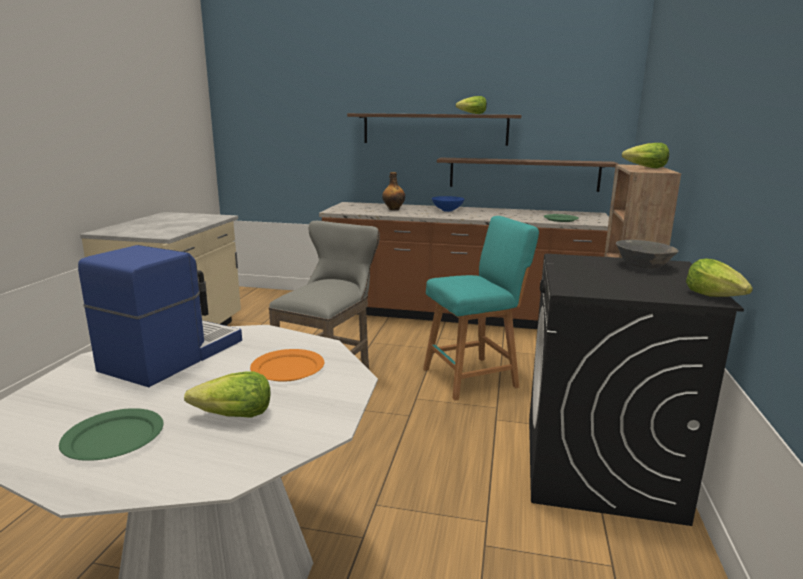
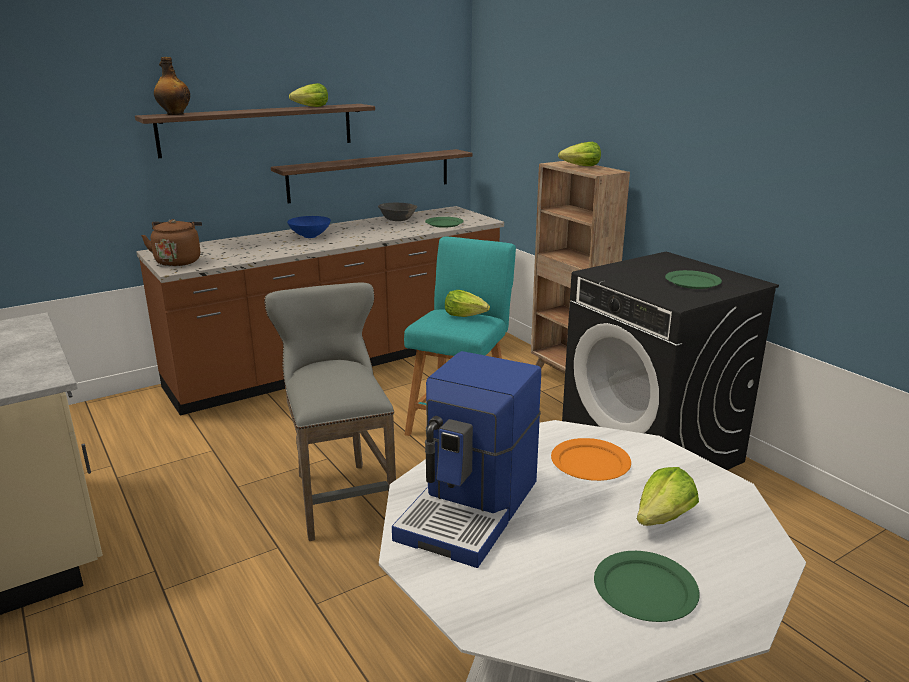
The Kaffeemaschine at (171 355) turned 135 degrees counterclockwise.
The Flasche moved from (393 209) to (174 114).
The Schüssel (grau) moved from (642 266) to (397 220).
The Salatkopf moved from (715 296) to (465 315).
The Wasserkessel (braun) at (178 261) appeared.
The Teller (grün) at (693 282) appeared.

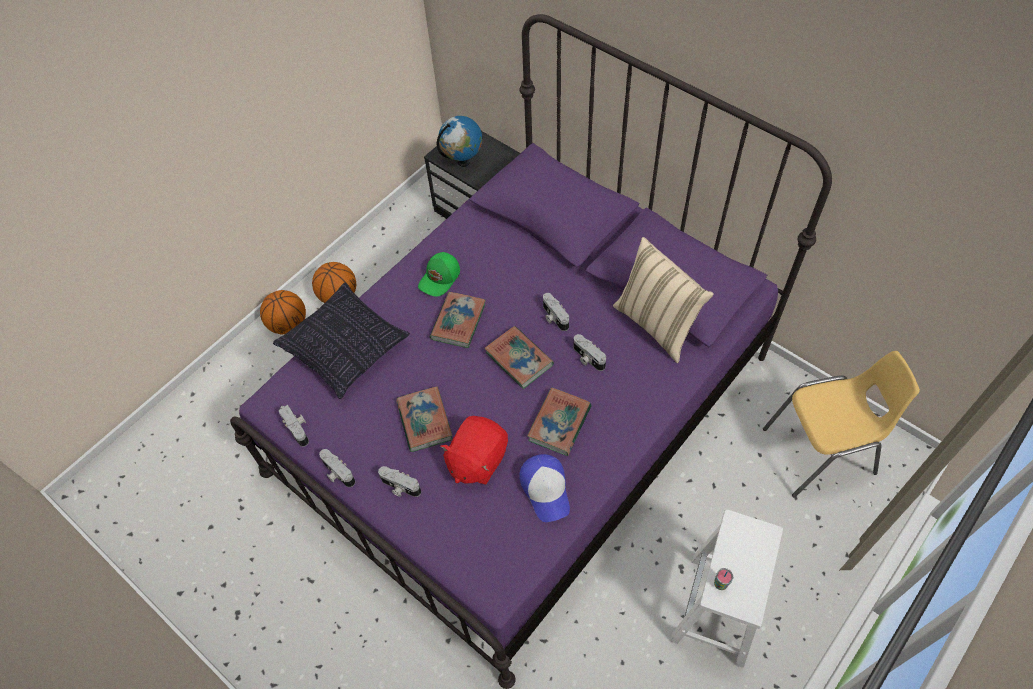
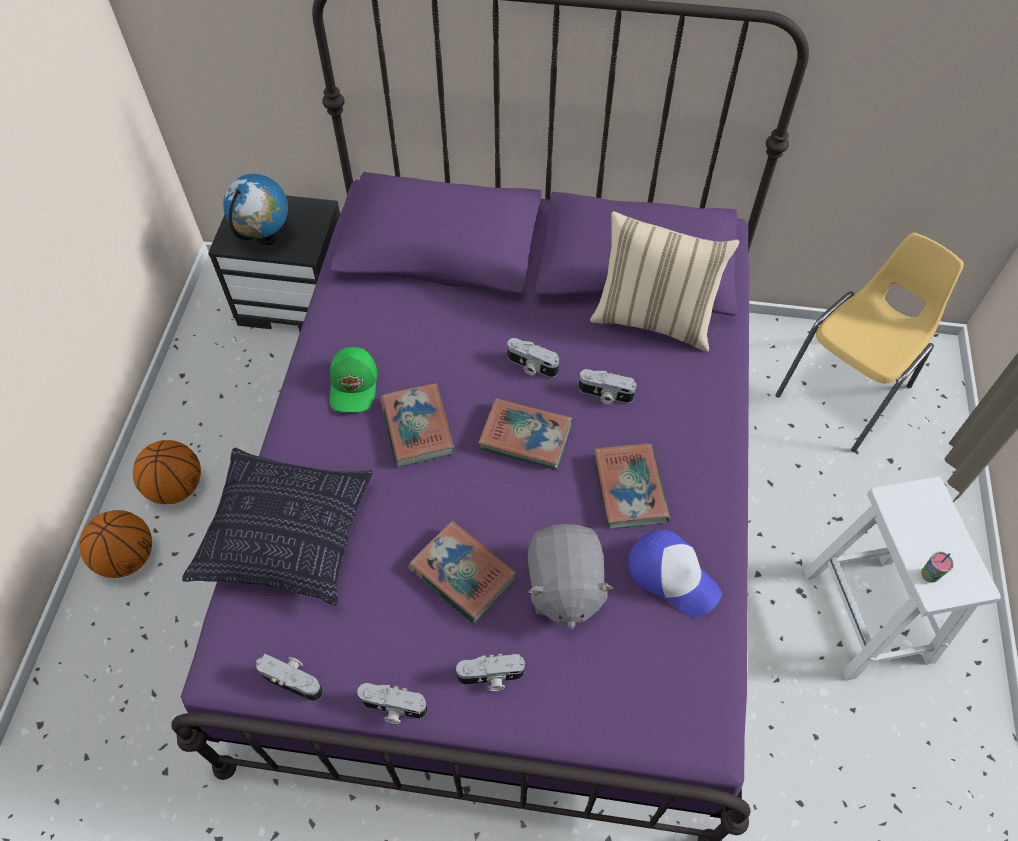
The Plüschtier (rot) at (477 460) became the Plüschtier (grau) at (564 586).

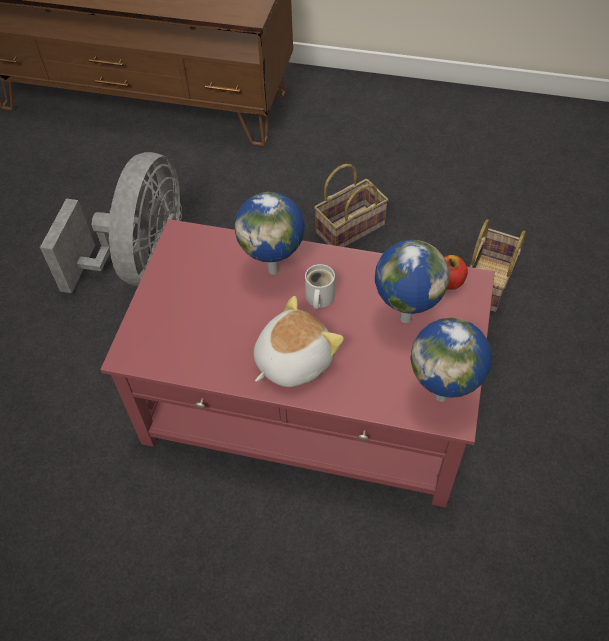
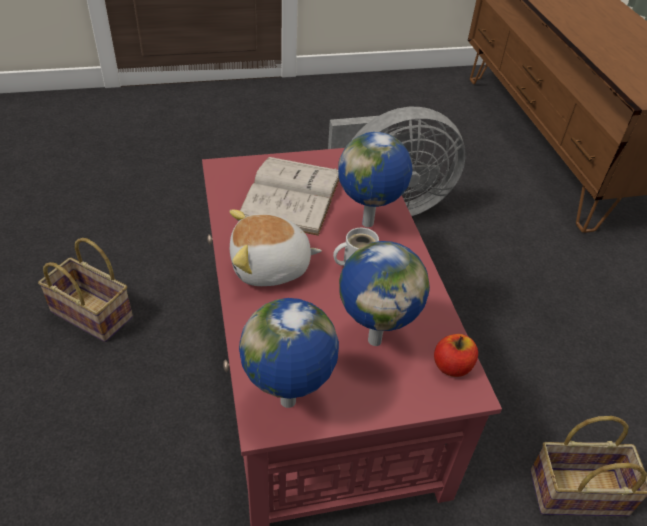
The Plüschtier at (292 360) turned 150 degrees clockwise.
The Korb moved from (351 227) to (94 314).
The Buch (weiß) at (292 194) appeared.

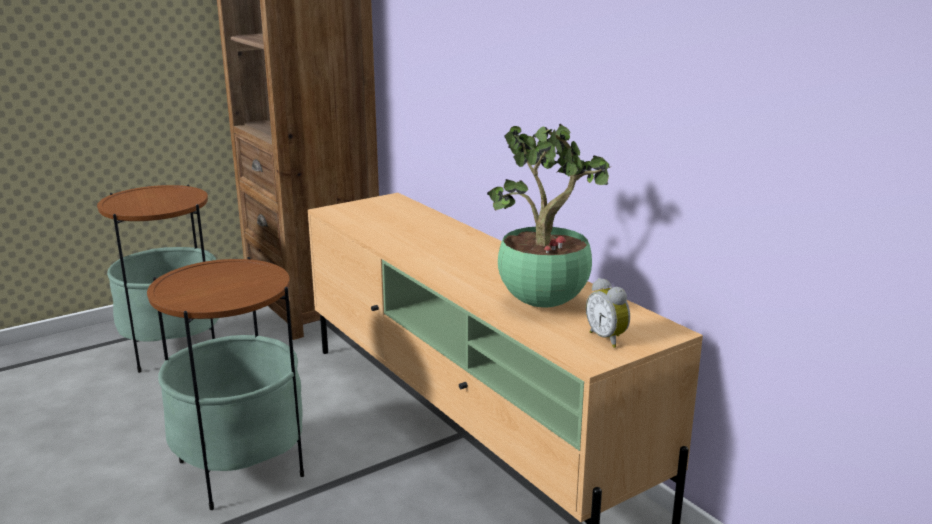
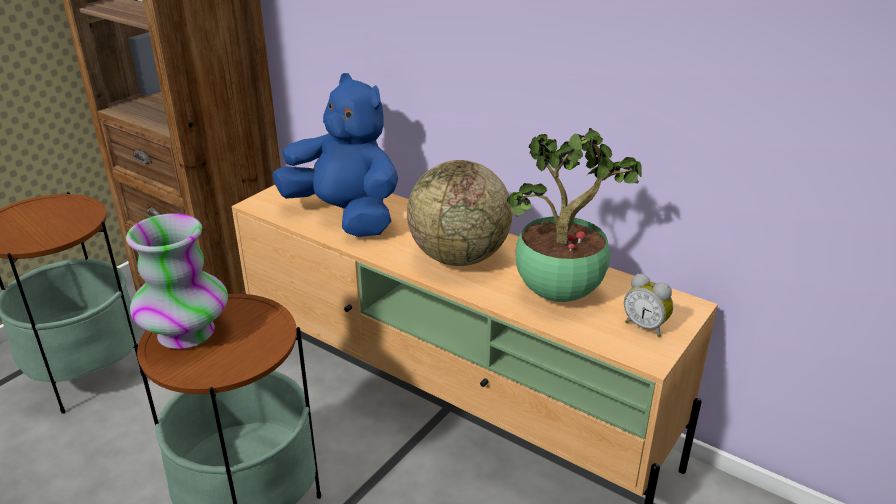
The Vase at (186 332) appeared.
The Plüschtier (blau) at (345 216) appeared.
The Globus at (459 257) appeared.

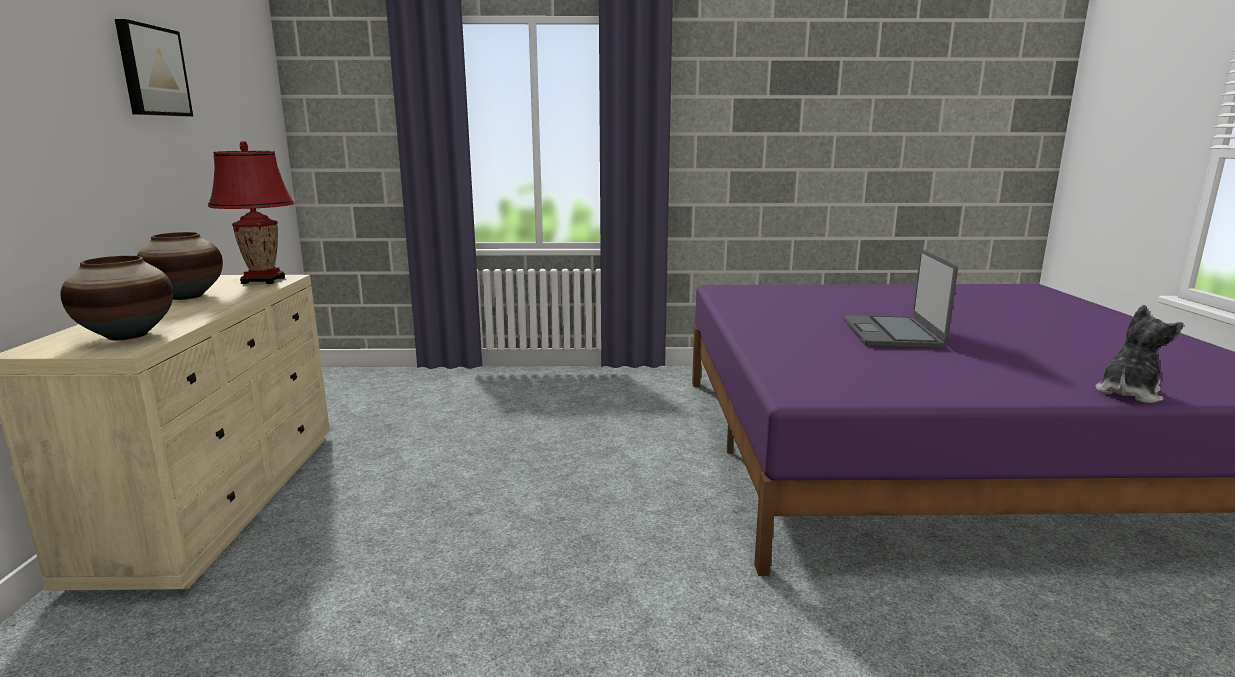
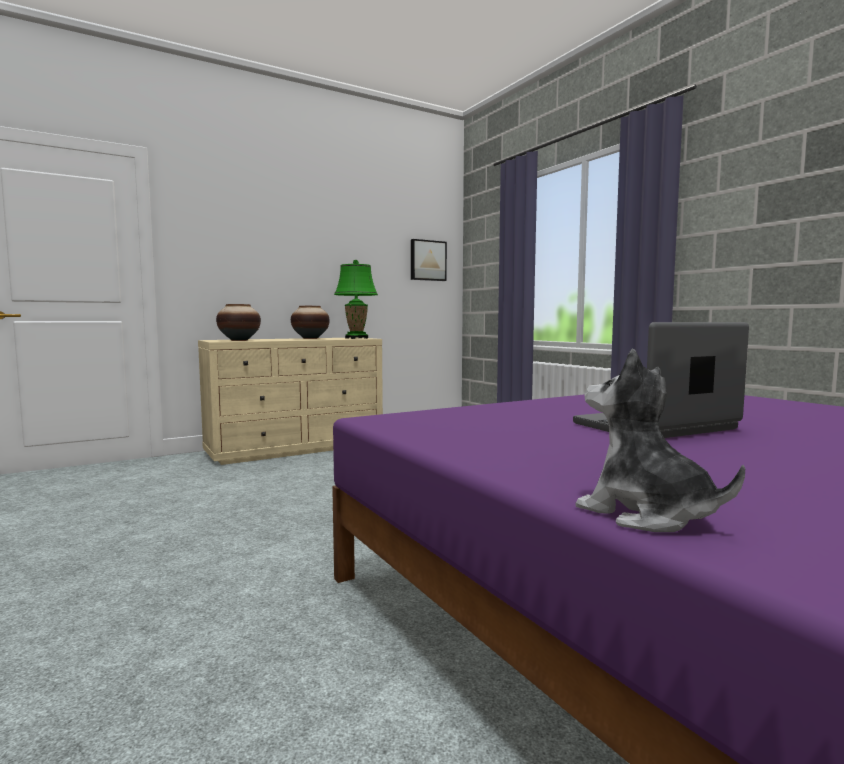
The Bild moved from (151 71) to (427 260).
The Tischlampe (rot) at (263 280) became the Tischlampe (grün) at (356 338).
The Plüschtier at (1128 393) turned 150 degrees counterclockwise.

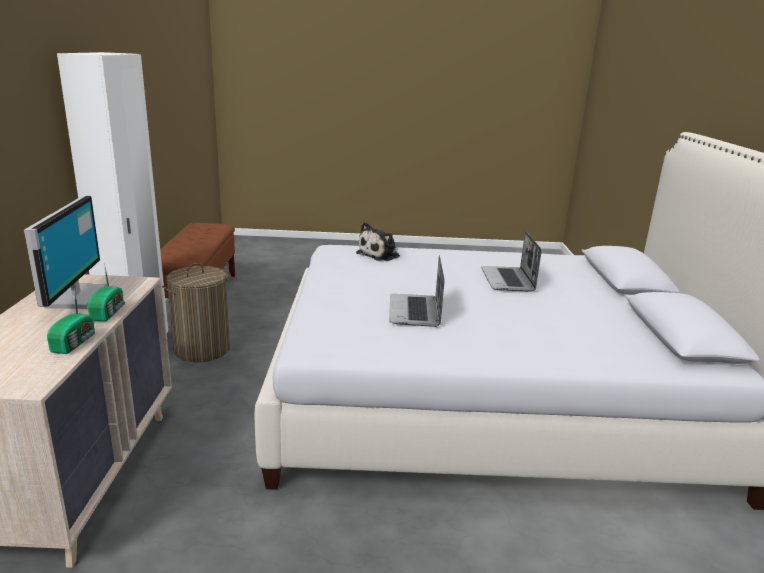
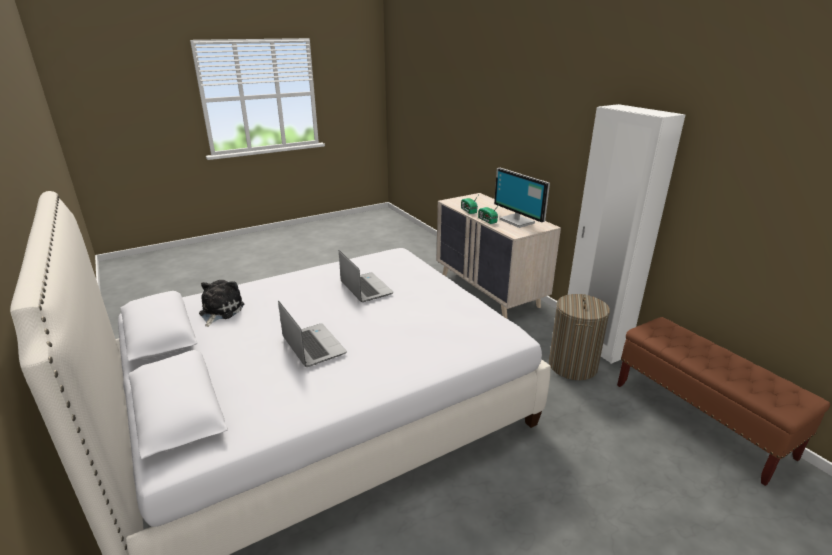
The Plüschtier moved from (380 255) to (220 311).

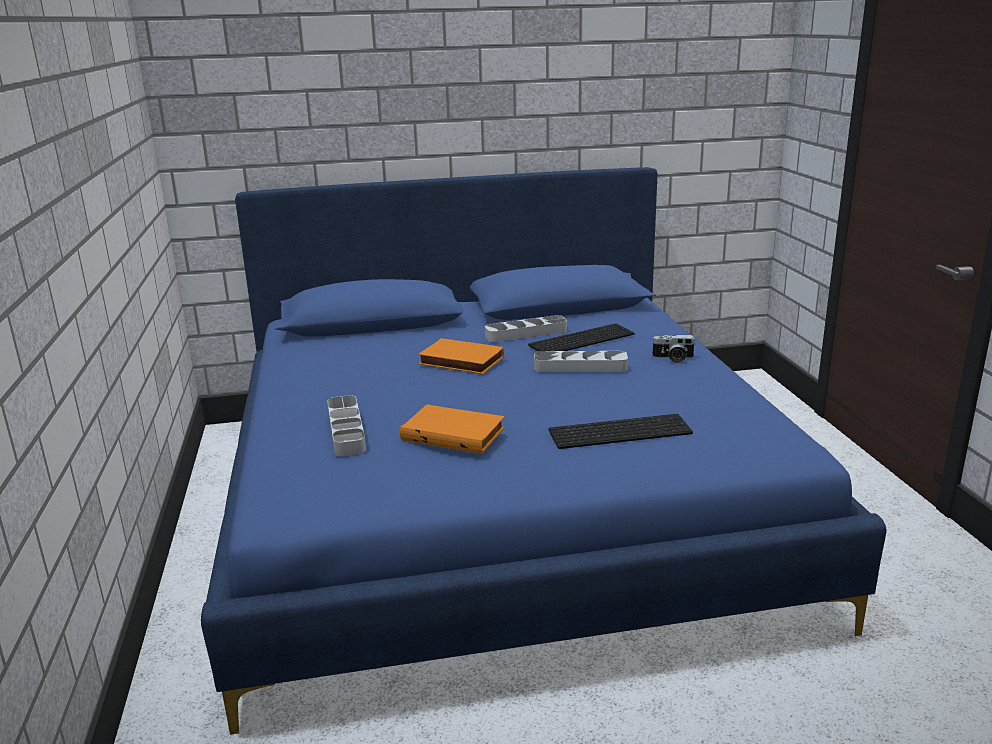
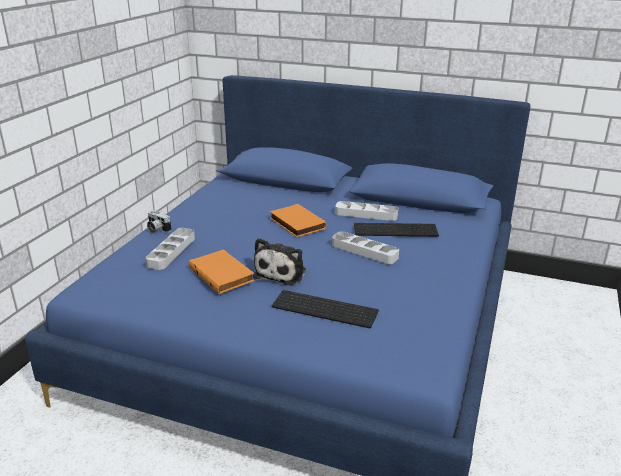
The Kamera moved from (673 358) to (157 229).
The Plüschtier at (282 272) appeared.

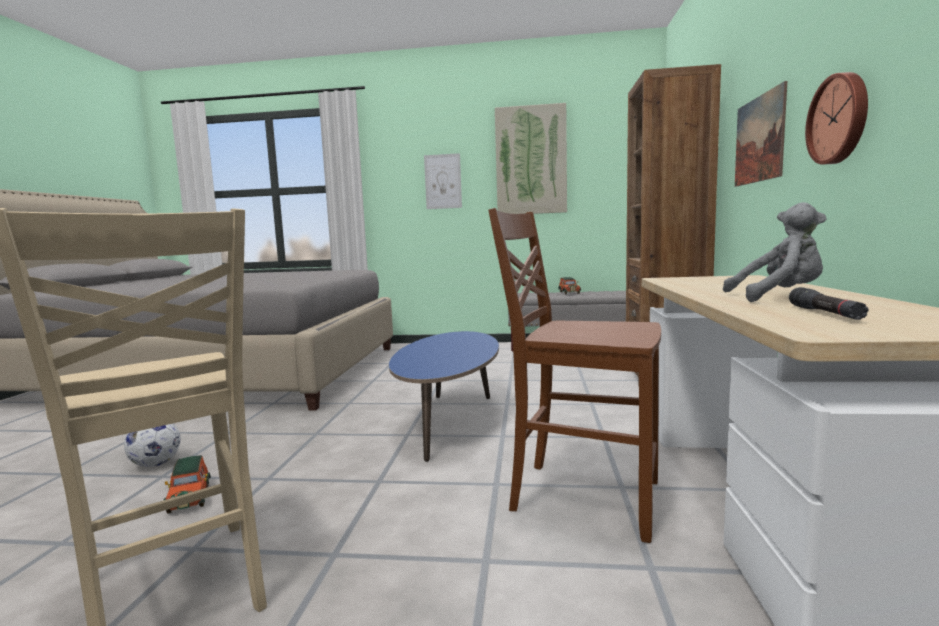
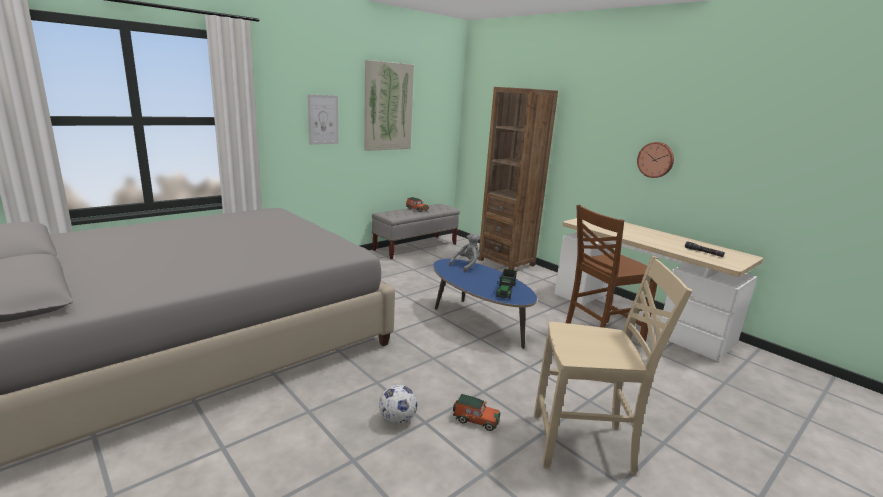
The Plüschtier (grau) moved from (778 297) to (467 266).
The Bild at (759 139) disappeared.
The Spielzeuglaster at (506 290) appeared.

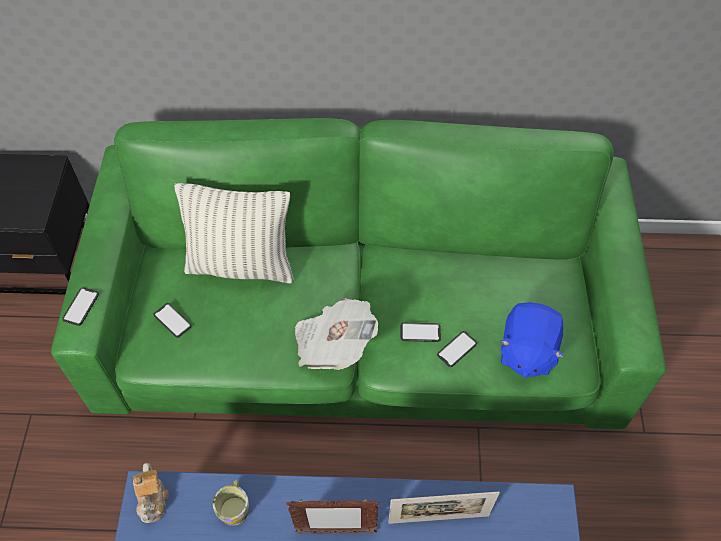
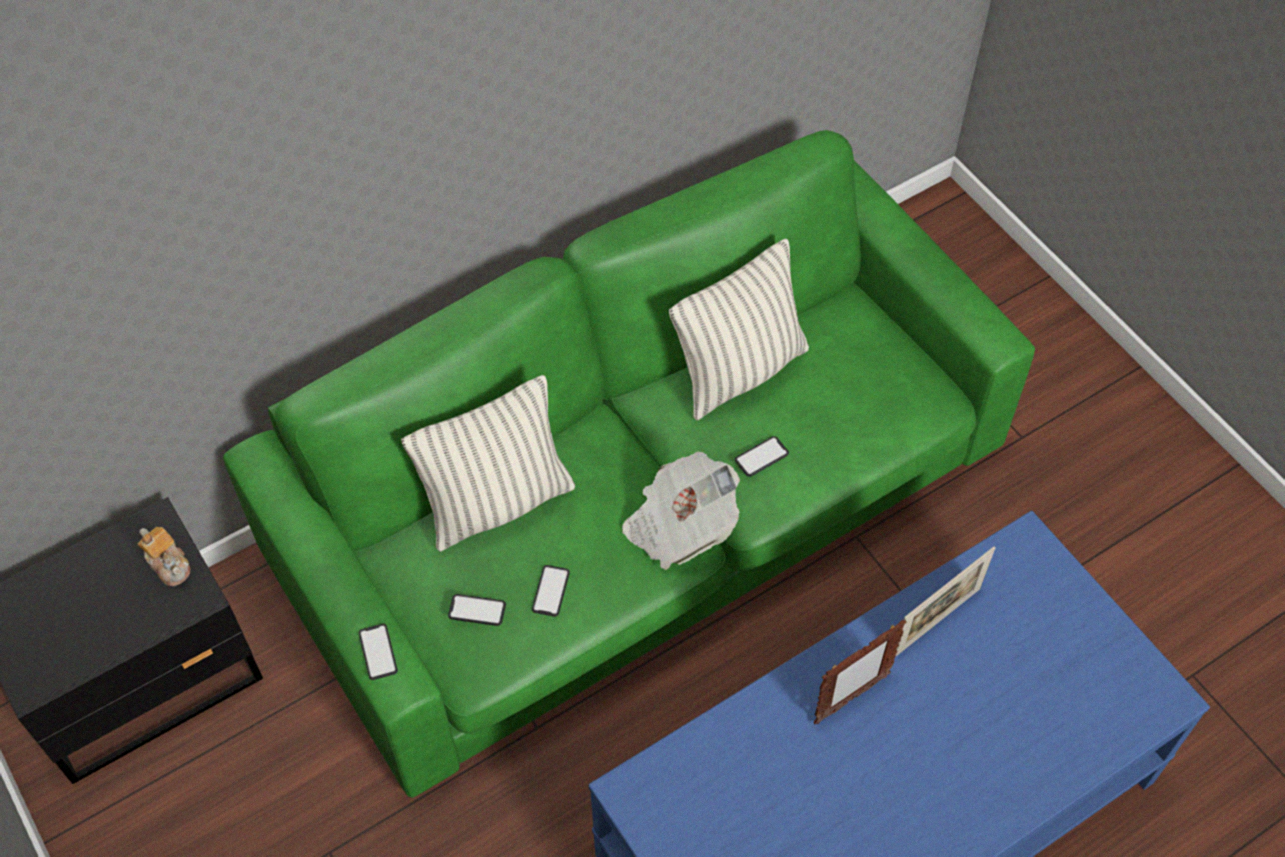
The Teekanne moved from (153 499) to (169 564).
The Henkelbecher at (235 506) disappeared.
The Handy moved from (457 349) to (550 591).
The Plüschtier (blau) at (526 351) disappeared.
The Kissen at (739 371) appeared.

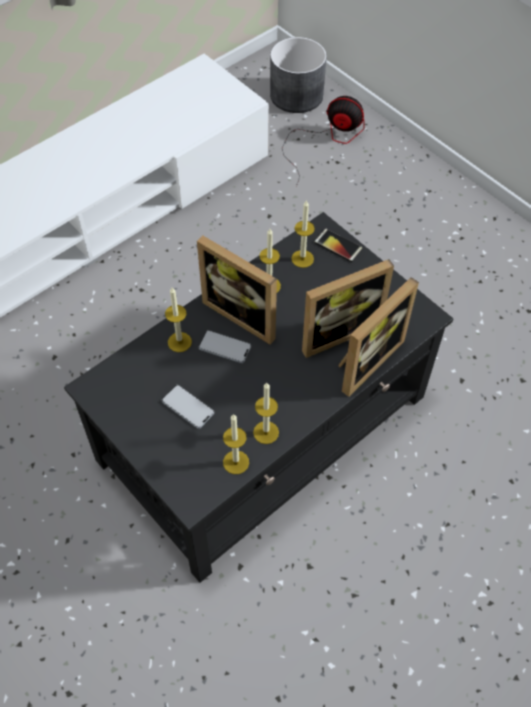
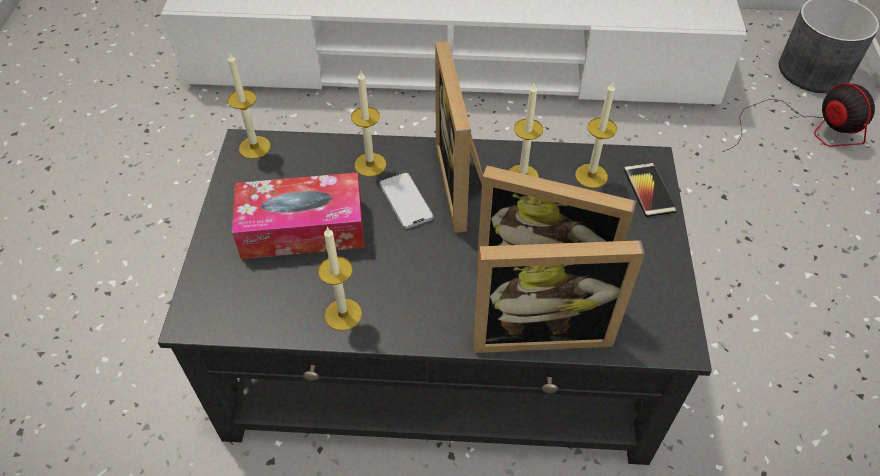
The Handy at (188 407) was replaced by the Taschentuchbox at (302 228).
The Kerze moved from (236 462) to (254 147).

